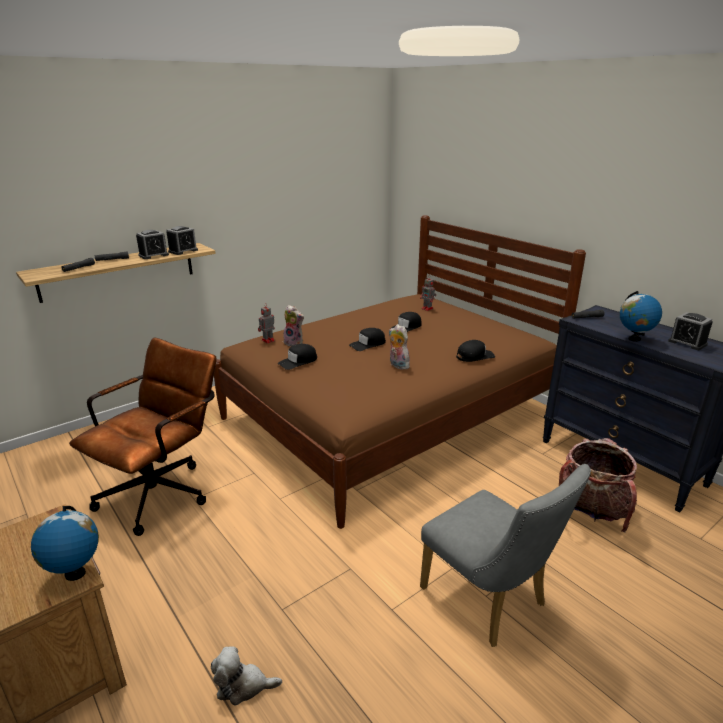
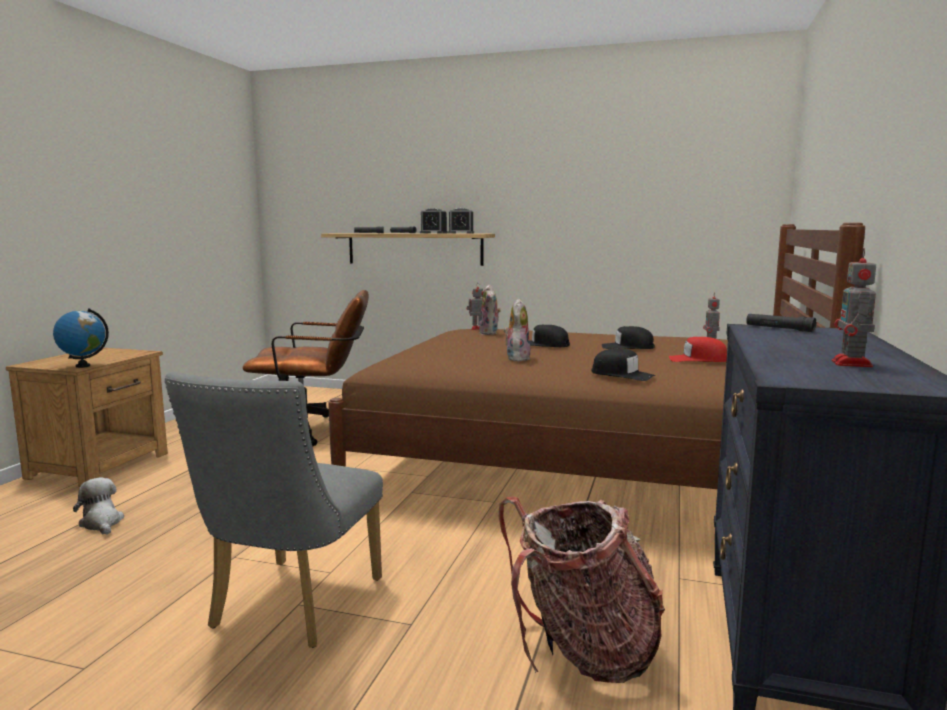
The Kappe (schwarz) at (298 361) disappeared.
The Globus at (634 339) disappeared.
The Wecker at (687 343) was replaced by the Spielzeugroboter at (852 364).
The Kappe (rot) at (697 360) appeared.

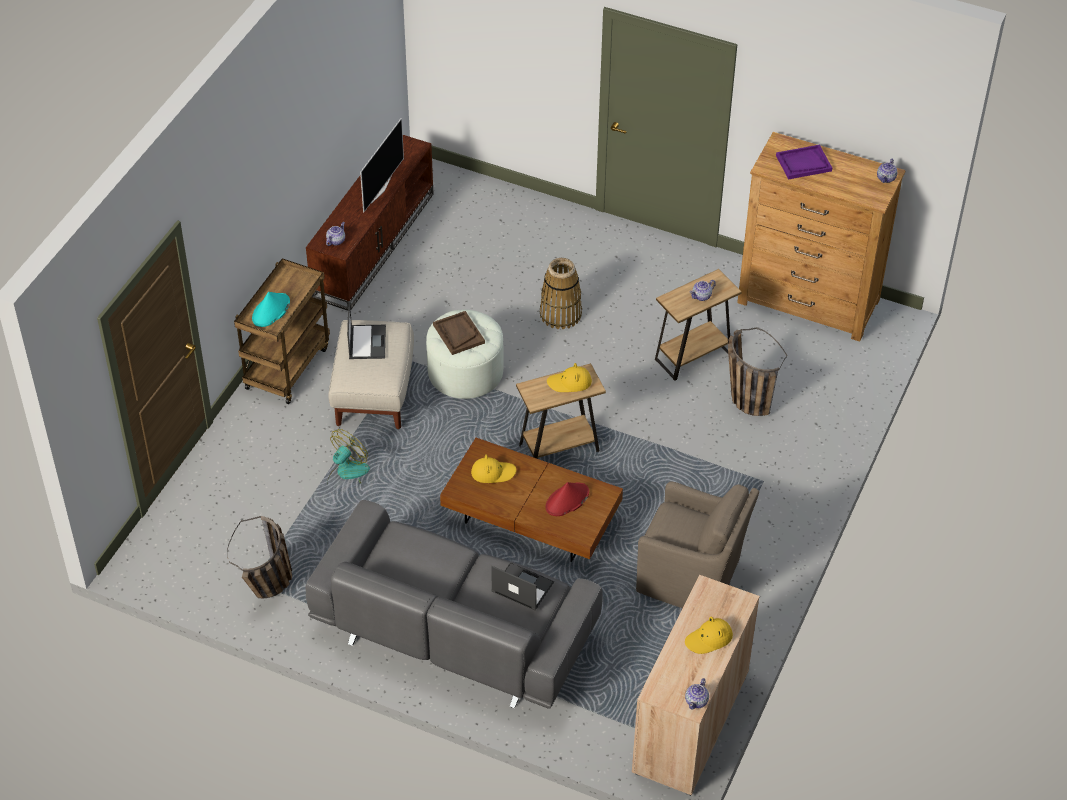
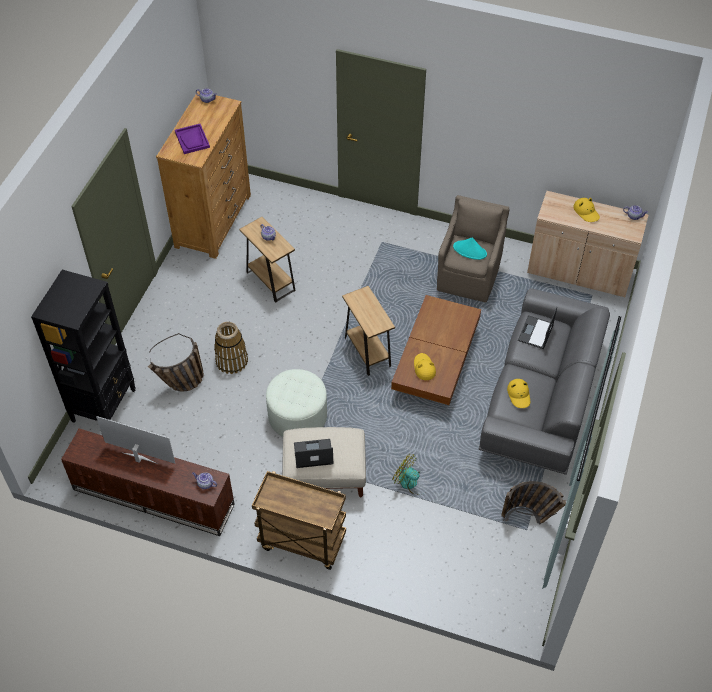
The Hut (türkis) moved from (271 311) to (470 250).
The Tablett (braun) at (458 334) disappeared.
The Hut (rot) at (567 500) disappeared.
The Hut (gelb) moved from (569 383) to (519 395).
The Korb moved from (744 396) to (181 385).
The Bücherregal (schwarz) at (104 405) appeared.

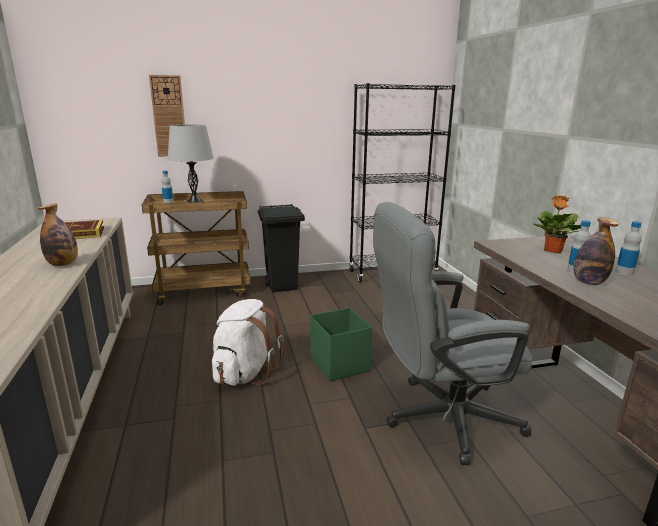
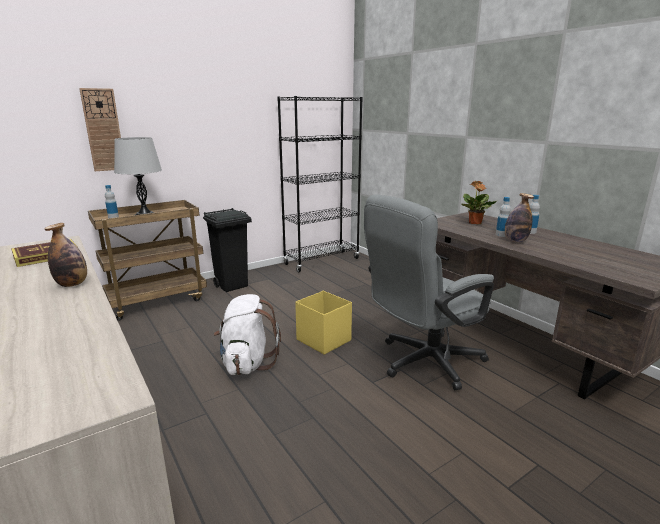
The Aufbewahrungsbox (grün) at (339 364) became the Aufbewahrungsbox (gelb) at (323 340).

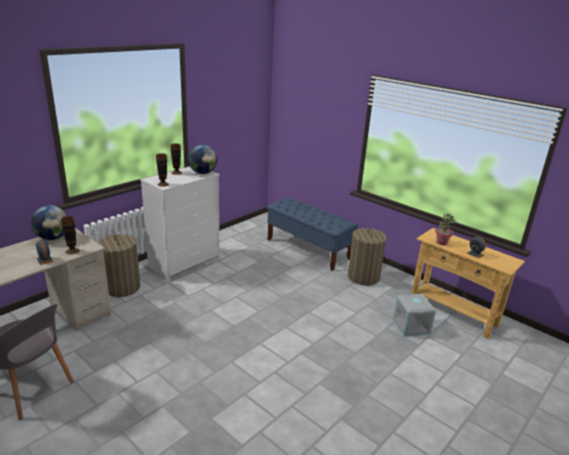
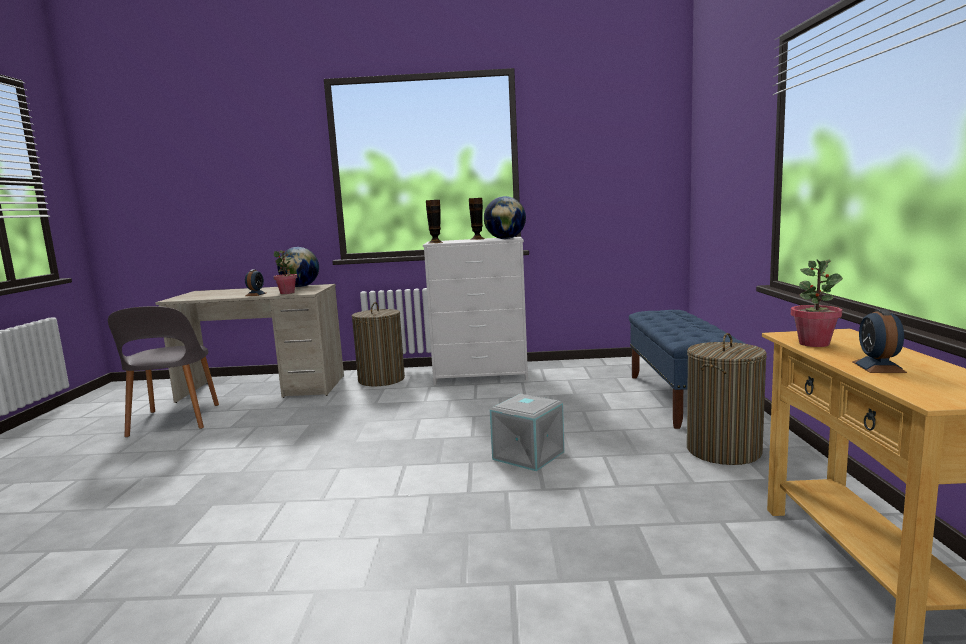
The Vase at (72 251) was replaced by the Topfpflanze at (287 293).
The Aufbewahrungsbox (grau) moved from (412 326) to (529 456).

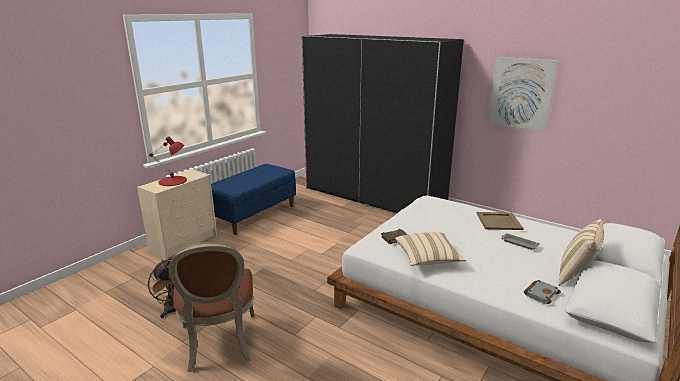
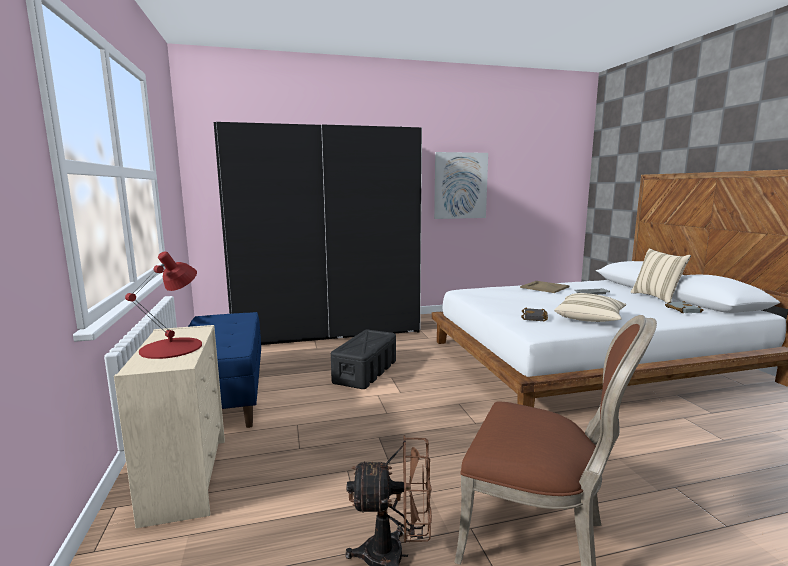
The Aufbewahrungsbox (schwarz) at (365 371) appeared.

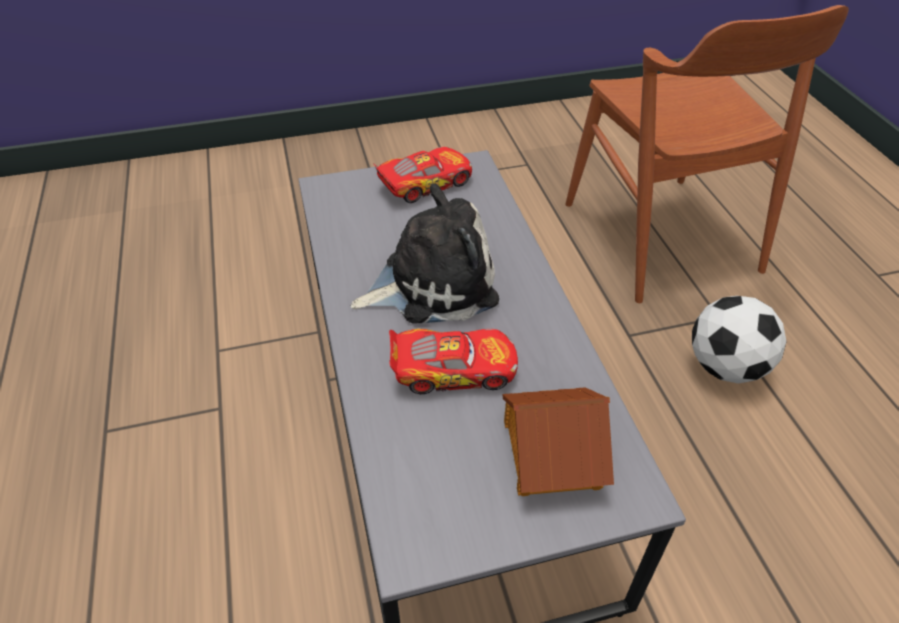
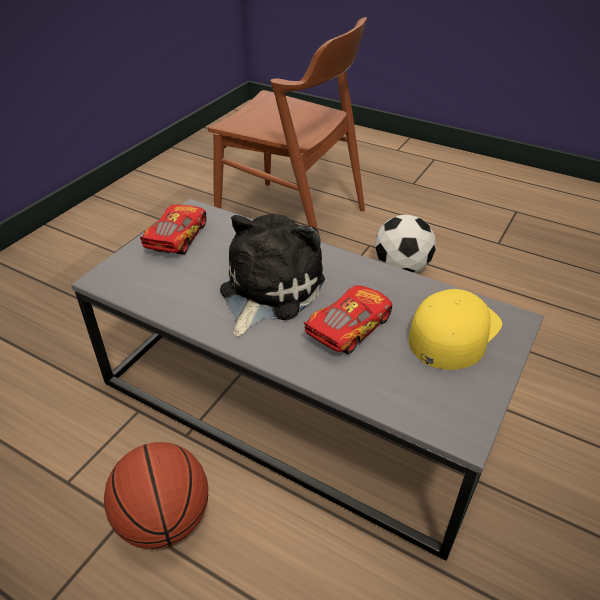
The Spielzeughaus at (549 453) was replaced by the Kappe (gelb) at (454 332).
The Basketball at (164 520) appeared.

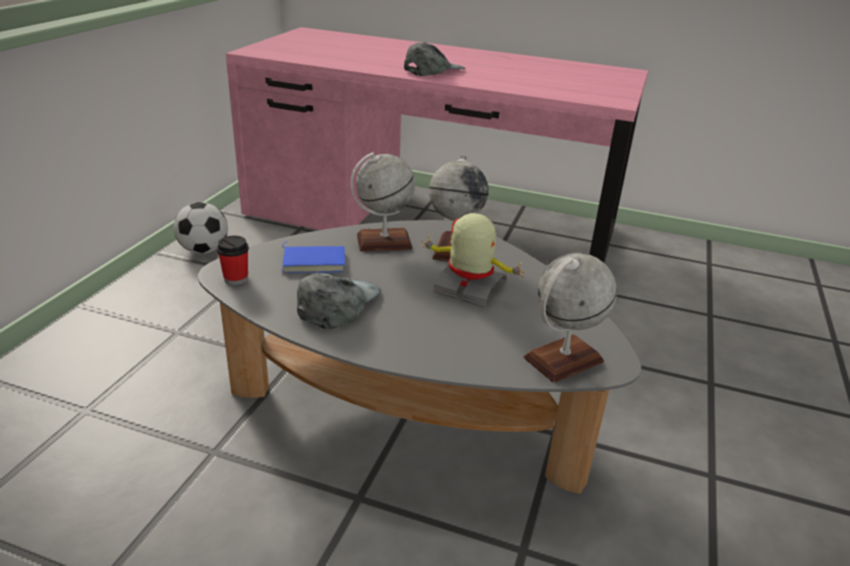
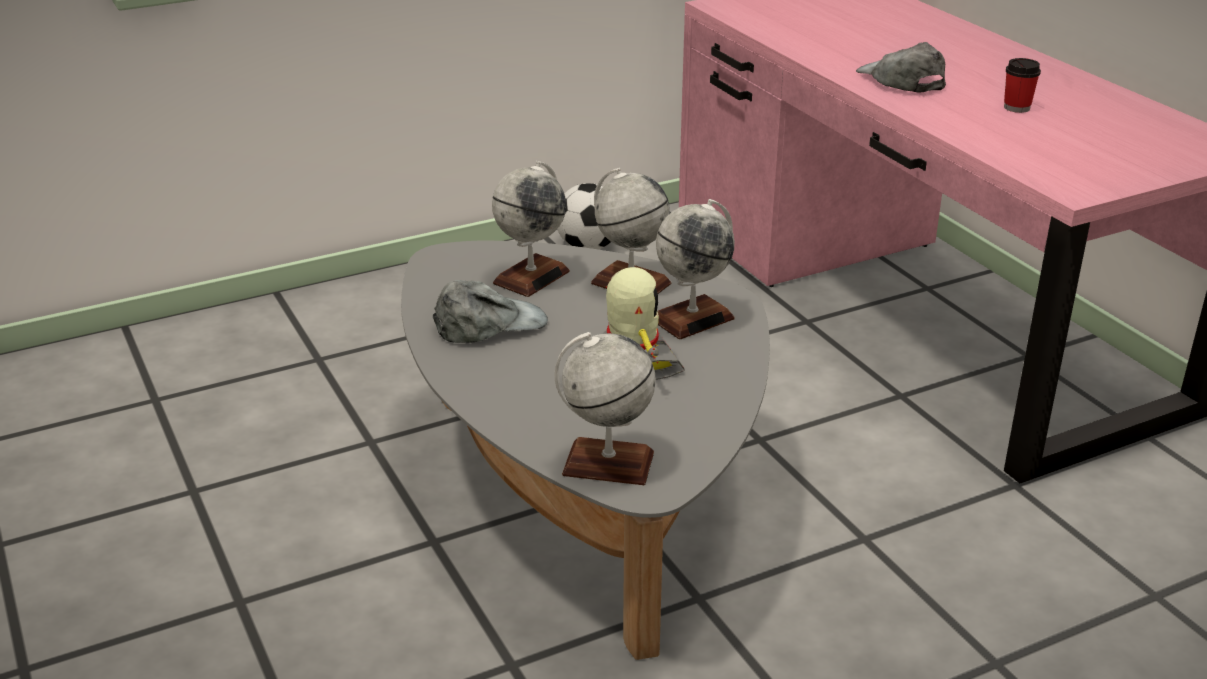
The Tasse moved from (236 279) to (1016 107).
The Buch (blau) at (314 261) was replaced by the Globus at (531 277).
The Kappe (grau) at (433 70) turned 120 degrees counterclockwise.

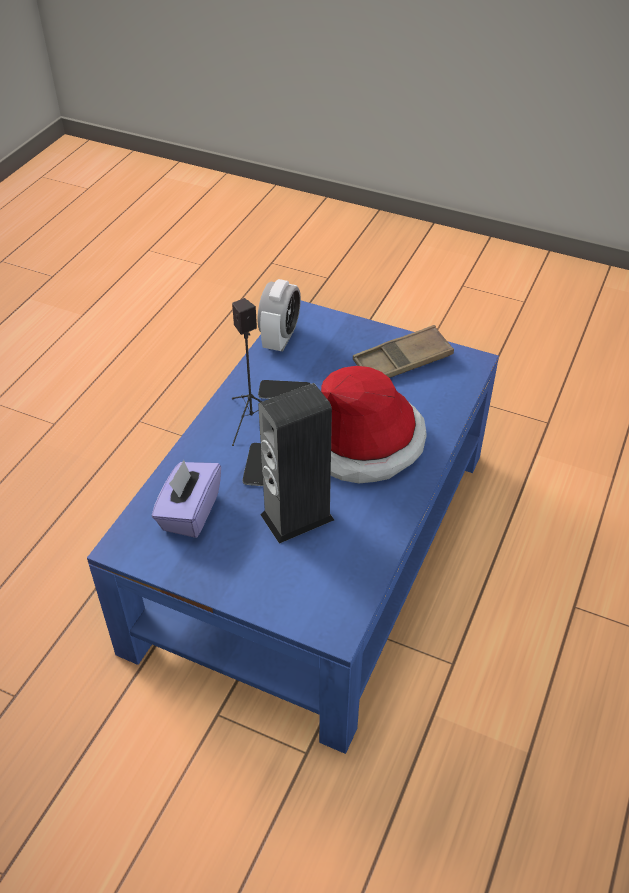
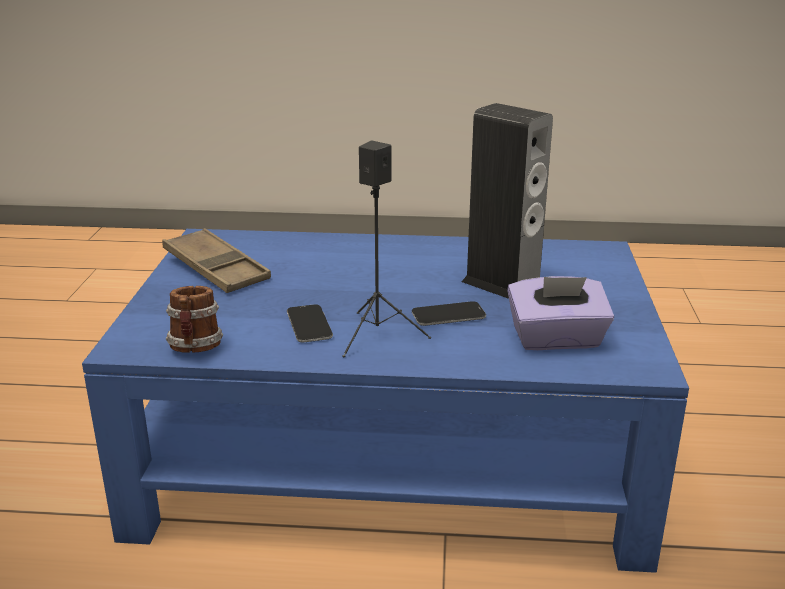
The Wecker at (280 339) was replaced by the Henkelbecher at (196 348).
The Hut at (362 440) disappeared.

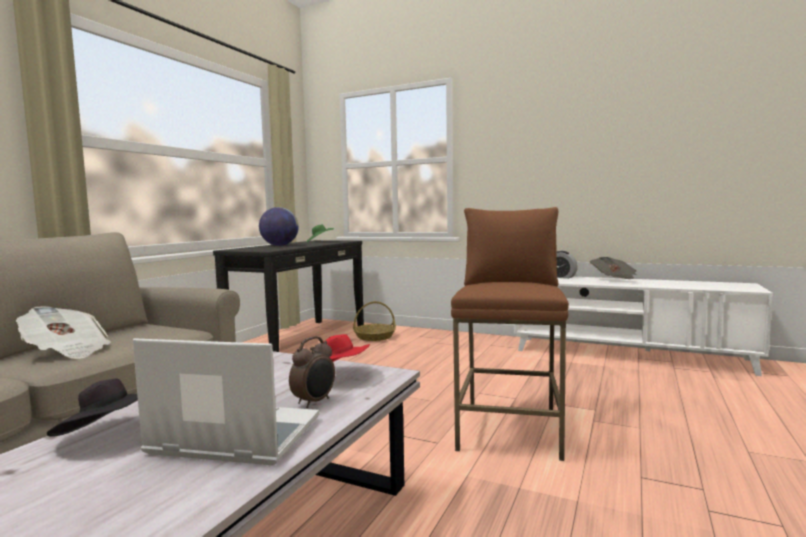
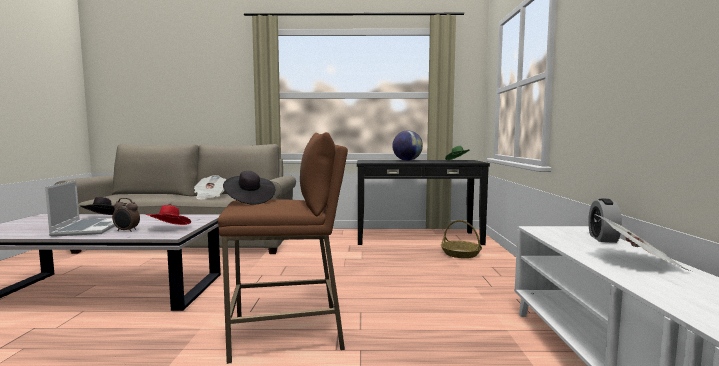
The Hut (schwarz) at (249 201) appeared.

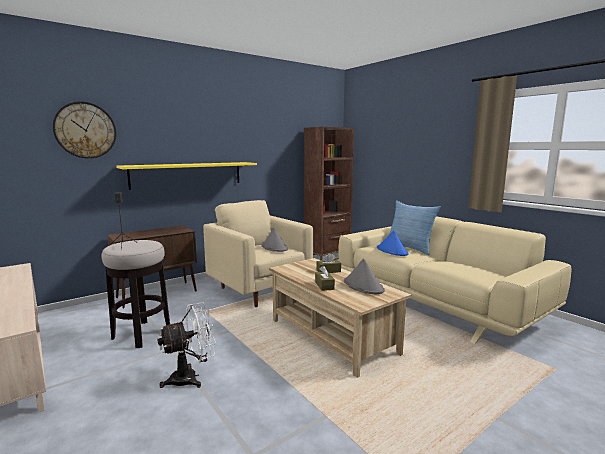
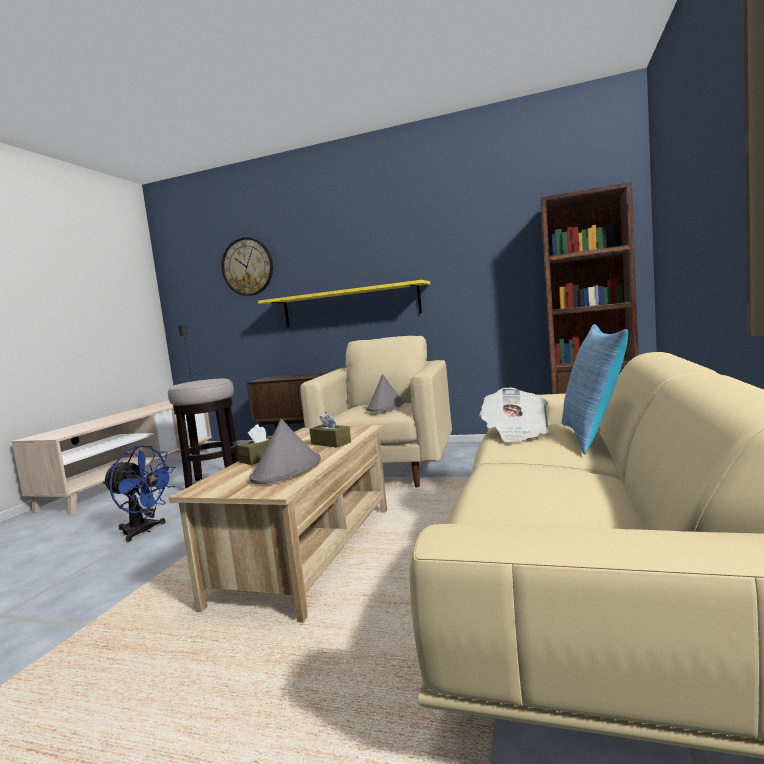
The Ventilator (weiß) at (191 377) became the Ventilator (blau) at (144 531).
The Hut (blau) at (392 251) was replaced by the Zeitung at (516 433).

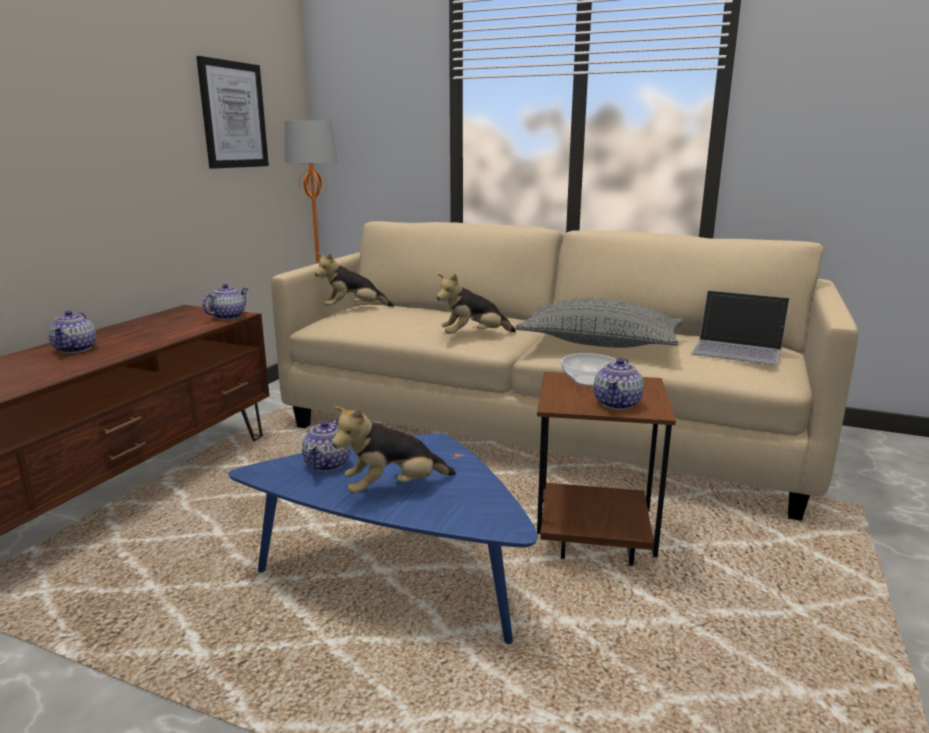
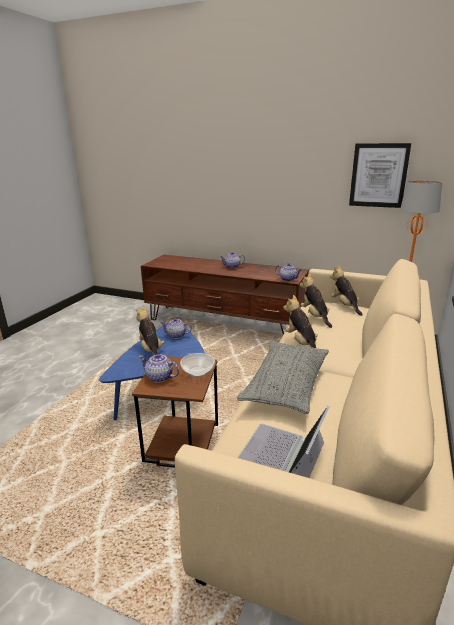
The Plüschtier at (315 316) appeared.

